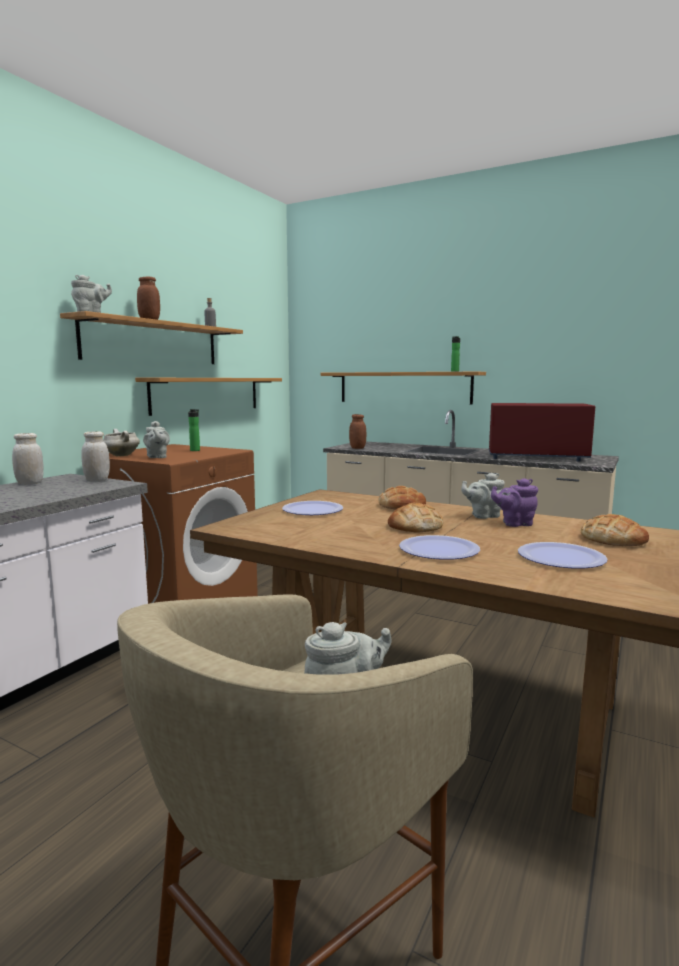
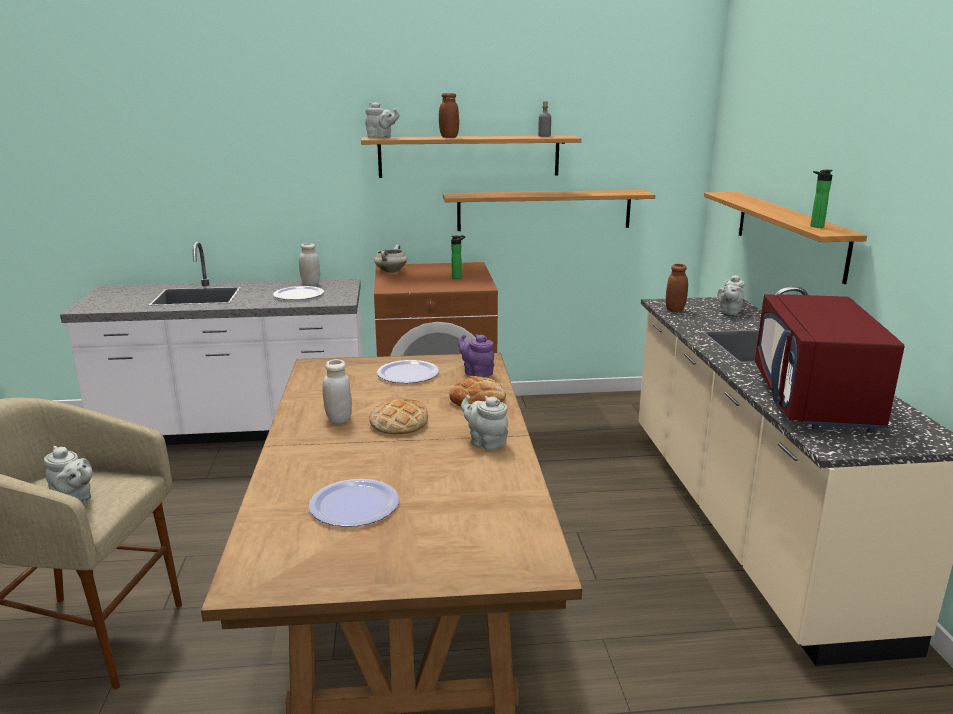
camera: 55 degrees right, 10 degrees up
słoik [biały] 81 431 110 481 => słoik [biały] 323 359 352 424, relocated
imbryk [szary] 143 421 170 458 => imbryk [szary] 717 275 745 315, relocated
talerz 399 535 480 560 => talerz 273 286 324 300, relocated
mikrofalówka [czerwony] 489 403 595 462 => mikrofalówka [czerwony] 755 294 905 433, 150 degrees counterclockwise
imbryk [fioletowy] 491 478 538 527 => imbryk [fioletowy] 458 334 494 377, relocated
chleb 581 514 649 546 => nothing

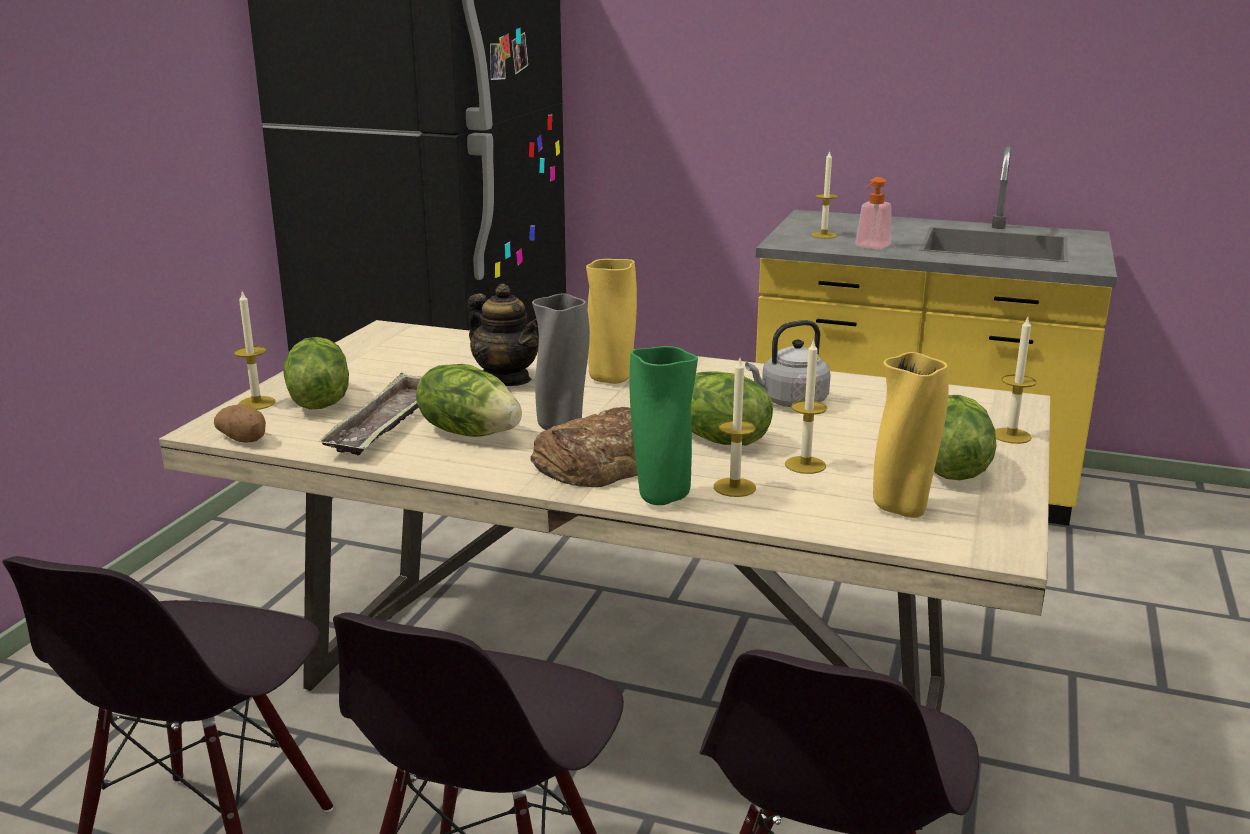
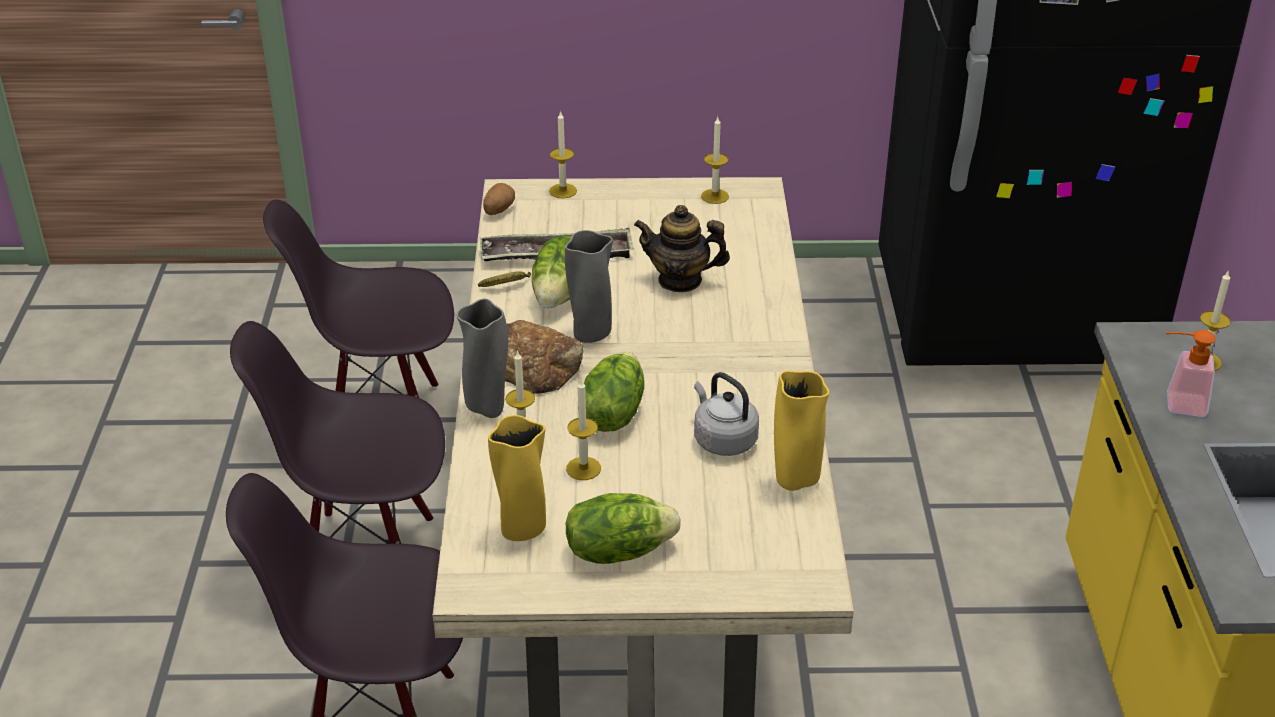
camera: 70 degrees right, 15 degrees up
sałata 283 337 349 409 => nothing
imbryk 468 284 539 386 => imbryk 634 205 730 292, 75 degrees clockwise
wazon [żółty] 586 259 637 384 => wazon [żółty] 774 371 829 491, relocated
wazon [zielony] 630 346 698 505 => wazon [szary] 456 298 508 418
świeca 995 318 1037 444 => świeca 701 117 729 204, relocated
nothing => banan 478 271 531 287

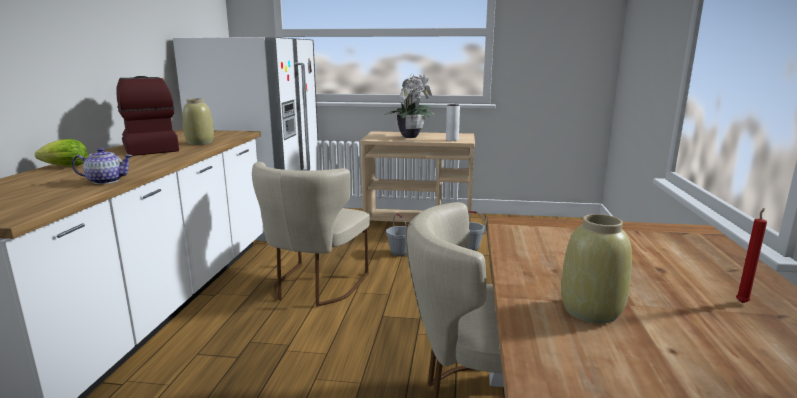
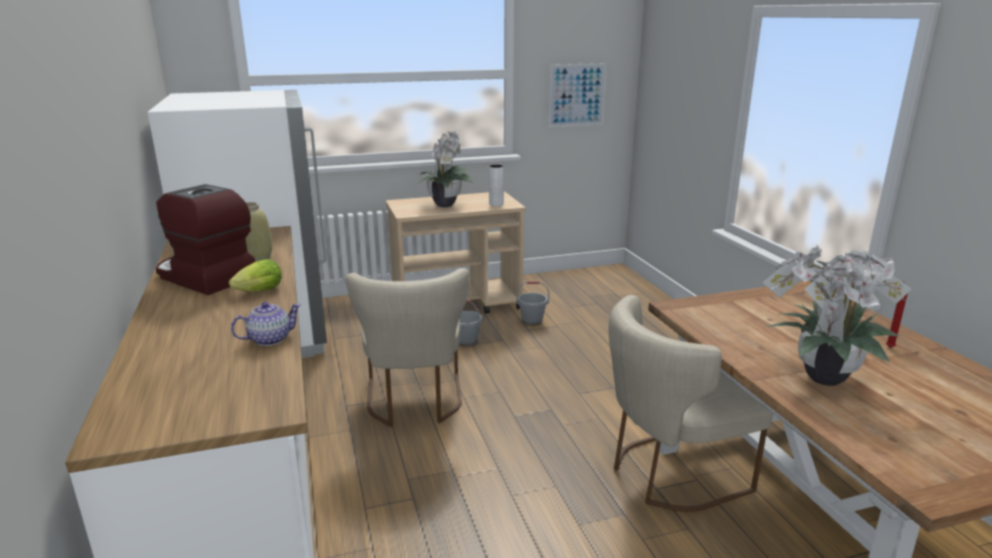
camera: 25 degrees left, 5 degrees up
sałata 35 139 88 166 => sałata 229 259 282 291, relocated
wazon [beżowy] 561 214 632 324 => roślina doniczkowa 762 245 911 386
nothing => obraz 548 63 607 127

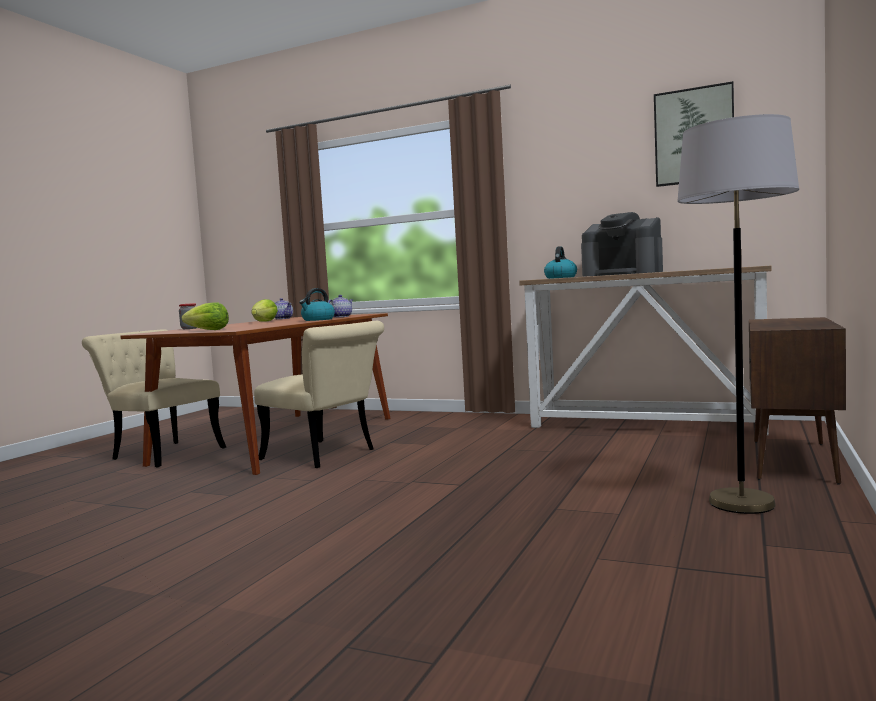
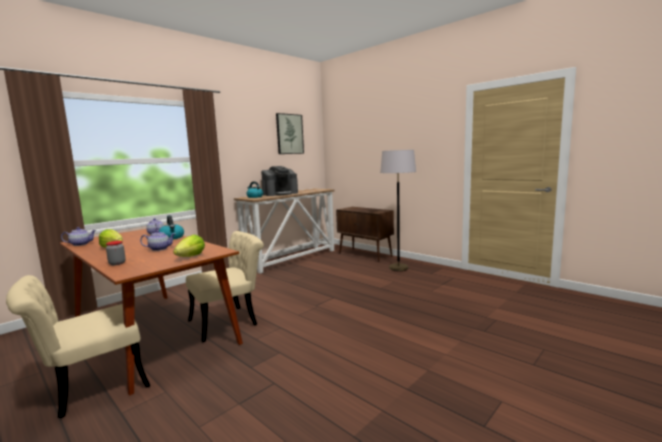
camera: 70 degrees left, 5 degrees up
nothing => imbryk 140 230 175 251

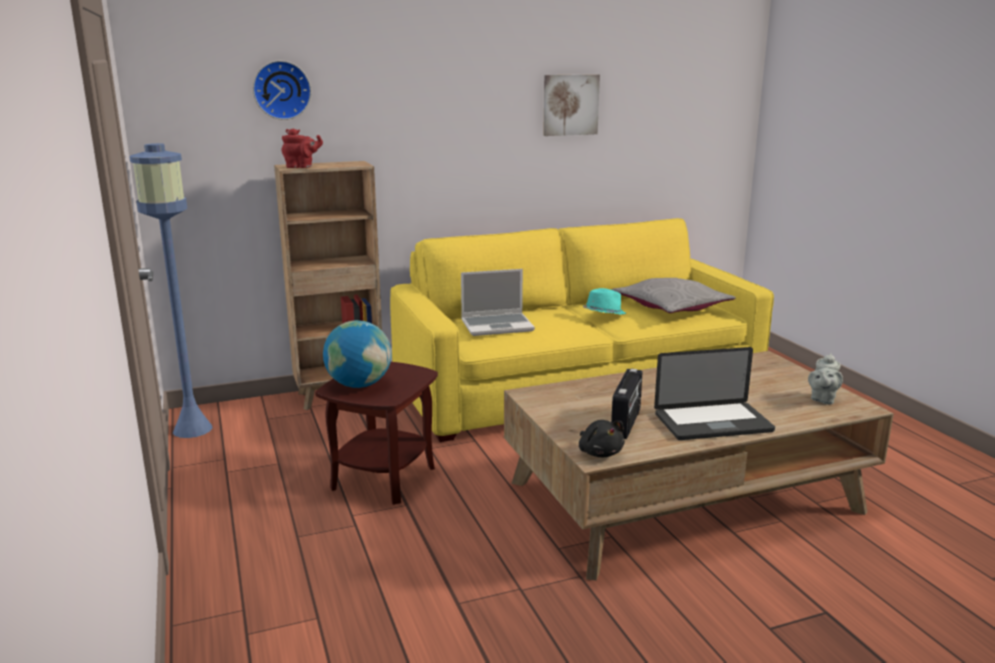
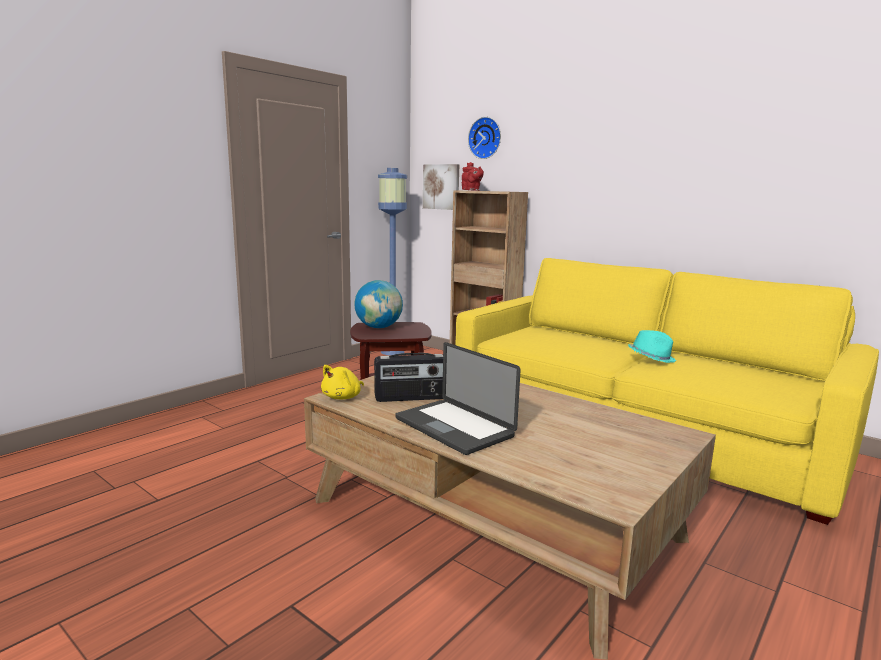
camera: 60 degrees right, 5 degrees down
laptop 461 269 535 336 => nothing
obraz 543 74 600 136 => obraz 423 164 459 210, relocated
pluszak [czarny] 579 420 625 457 => pluszak [żółty] 321 365 364 399
poduszka [szary] 611 278 736 313 => nothing
imbryk [szary] 808 353 843 404 => nothing

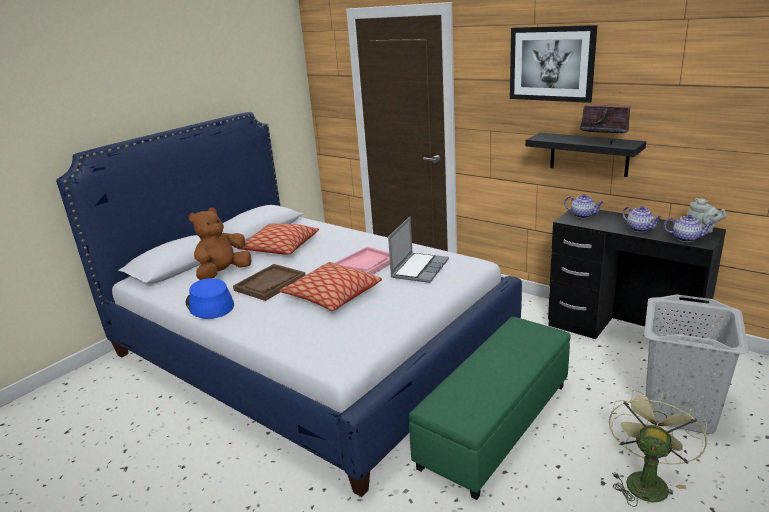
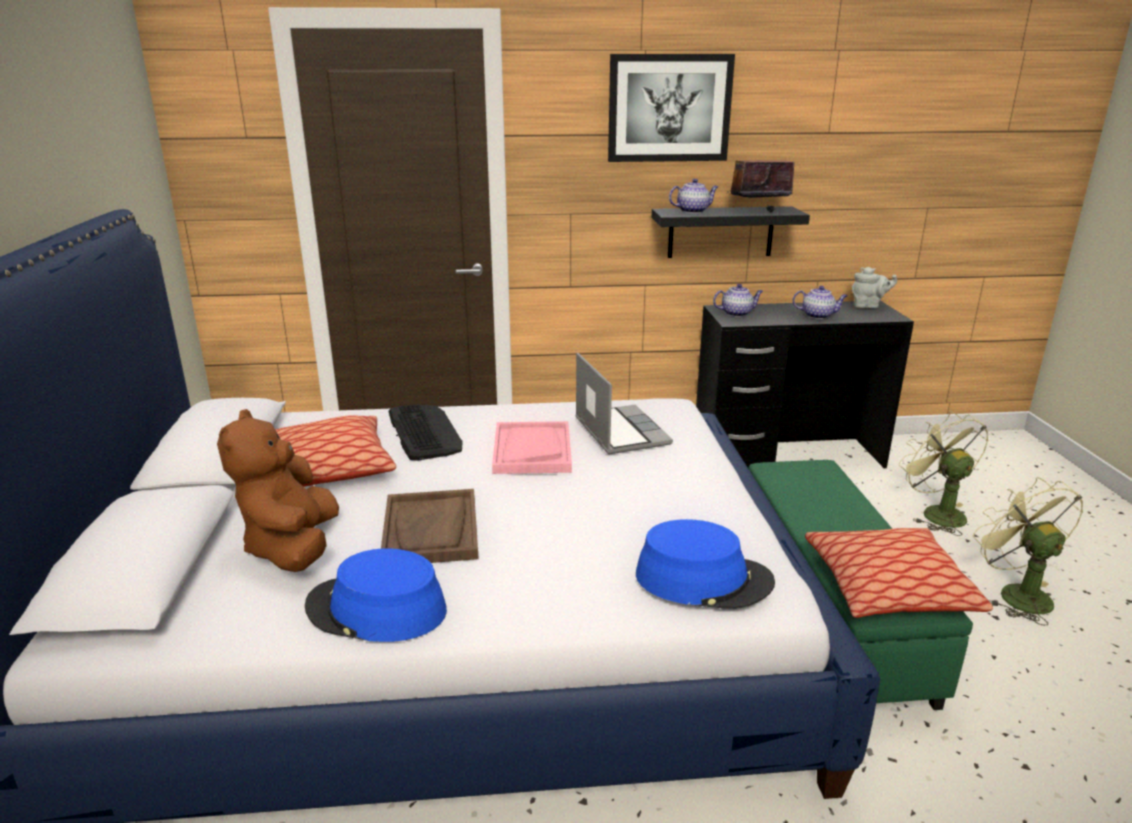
camera: 45 degrees left, 0 degrees up
poduszka 280 262 382 311 => poduszka 805 528 993 618, relocated
kosz na pranie [szary] 644 295 749 434 => wentylator [zielony] 899 411 988 536
imbryk 664 215 714 242 => imbryk 669 179 718 213, relocated
nothing => klawiatura 389 404 463 461
nothing => kapelusz [niebieski] 636 519 775 609

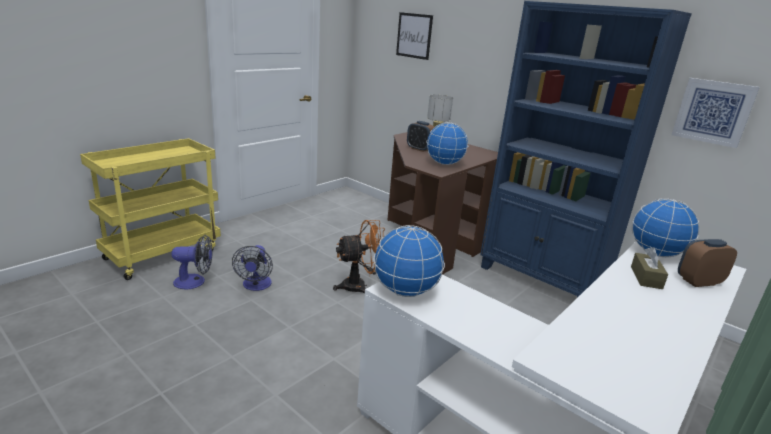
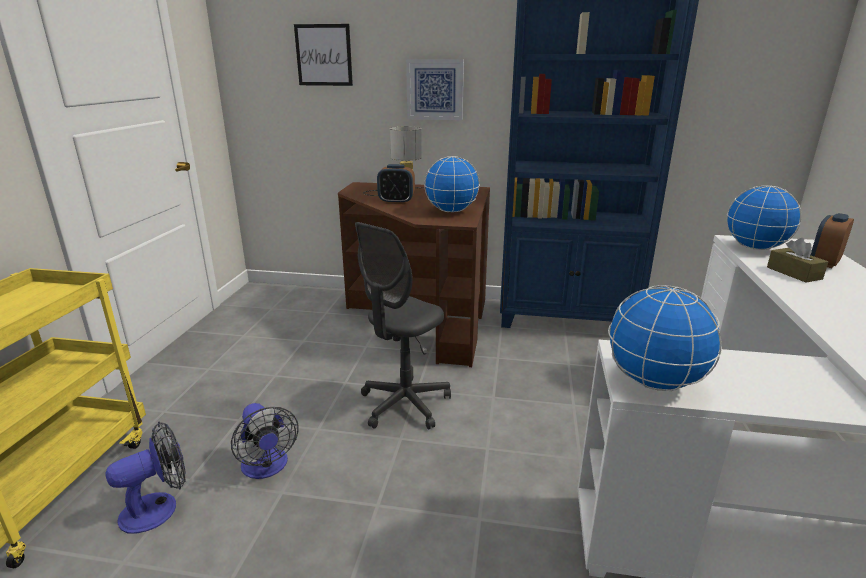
camera: 30 degrees left, 0 degrees up
wentylator [pomarańczowy] 333 220 385 293 => krzesło biurowe [szary] 355 222 451 429
obraz 671 78 760 148 => obraz 406 59 464 120, relocated

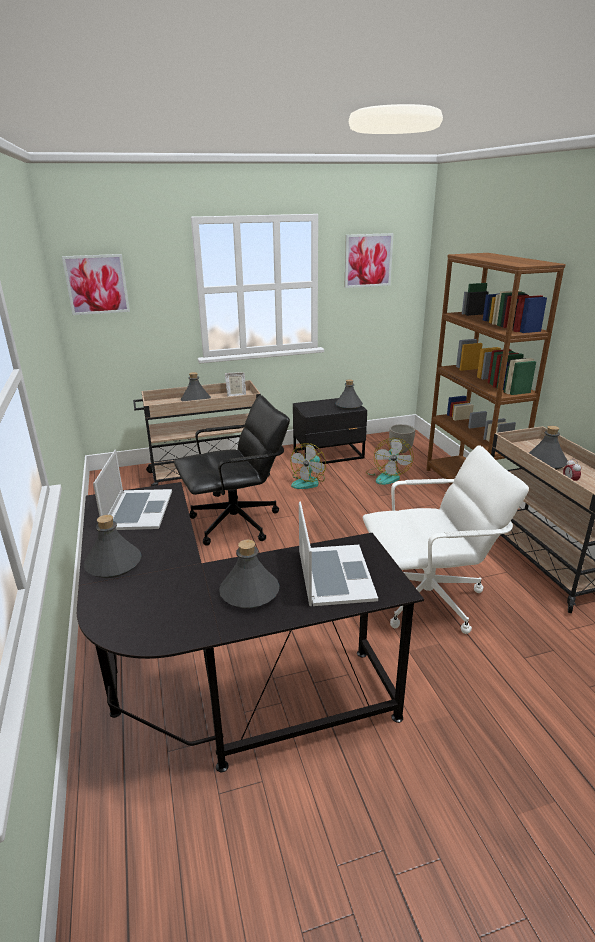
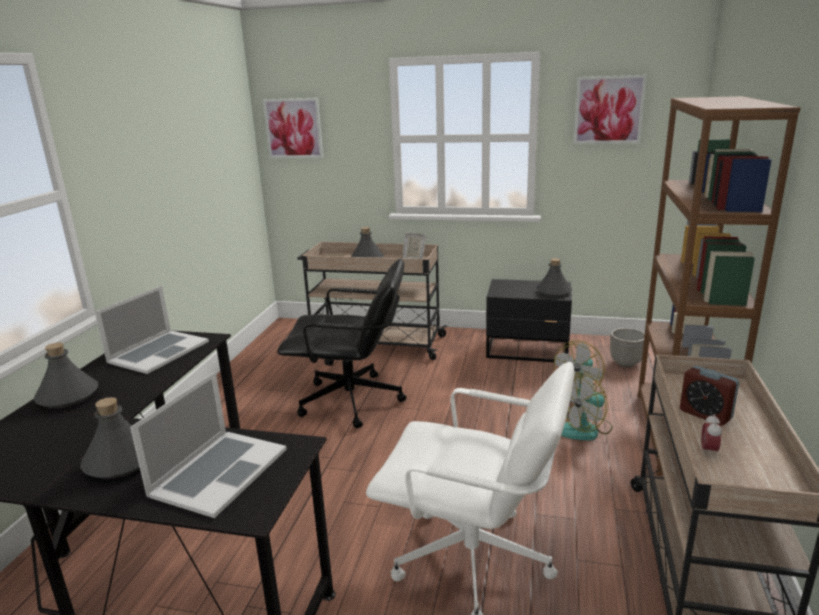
camera: 30 degrees right, 5 degrees down
wentylator 291 443 326 489 => wentylator 561 373 613 440, relocated
butelka [szary] 529 426 568 470 => budzik 680 366 739 426

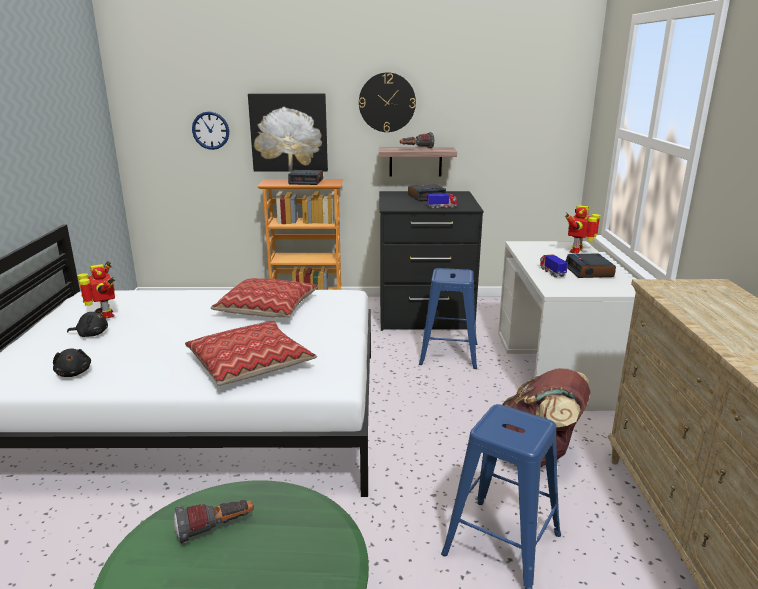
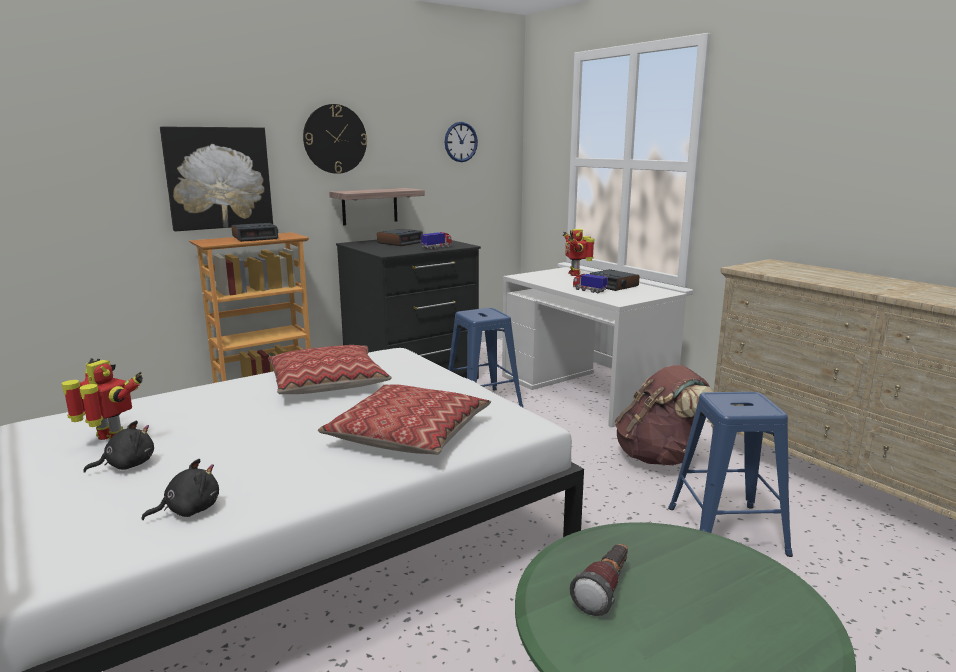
camera: 35 degrees left, 5 degrees down
pluszak [czarny] 53 348 91 377 => pluszak [czarny] 142 459 219 520, 60 degrees counterclockwise
zegar ścienny 192 112 229 150 => zegar ścienny 445 122 478 162, relocated
latarka 400 132 434 149 => nothing

